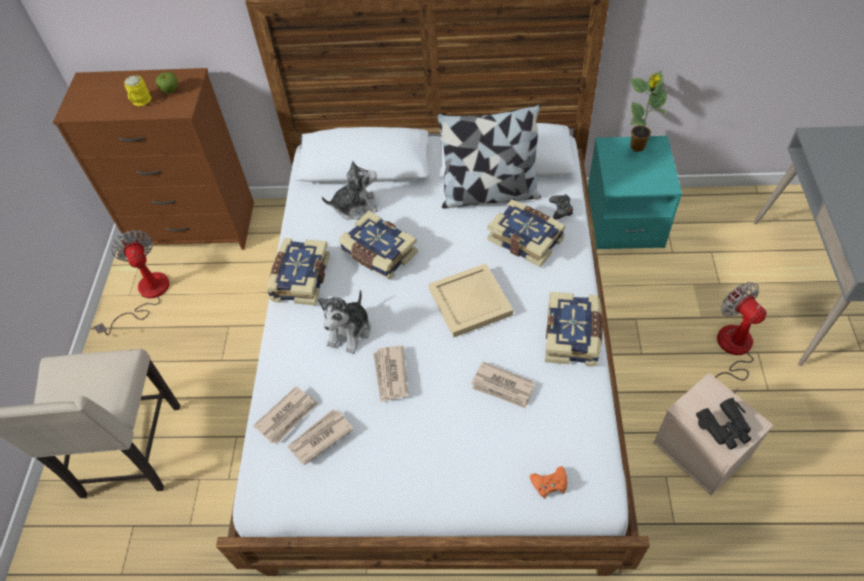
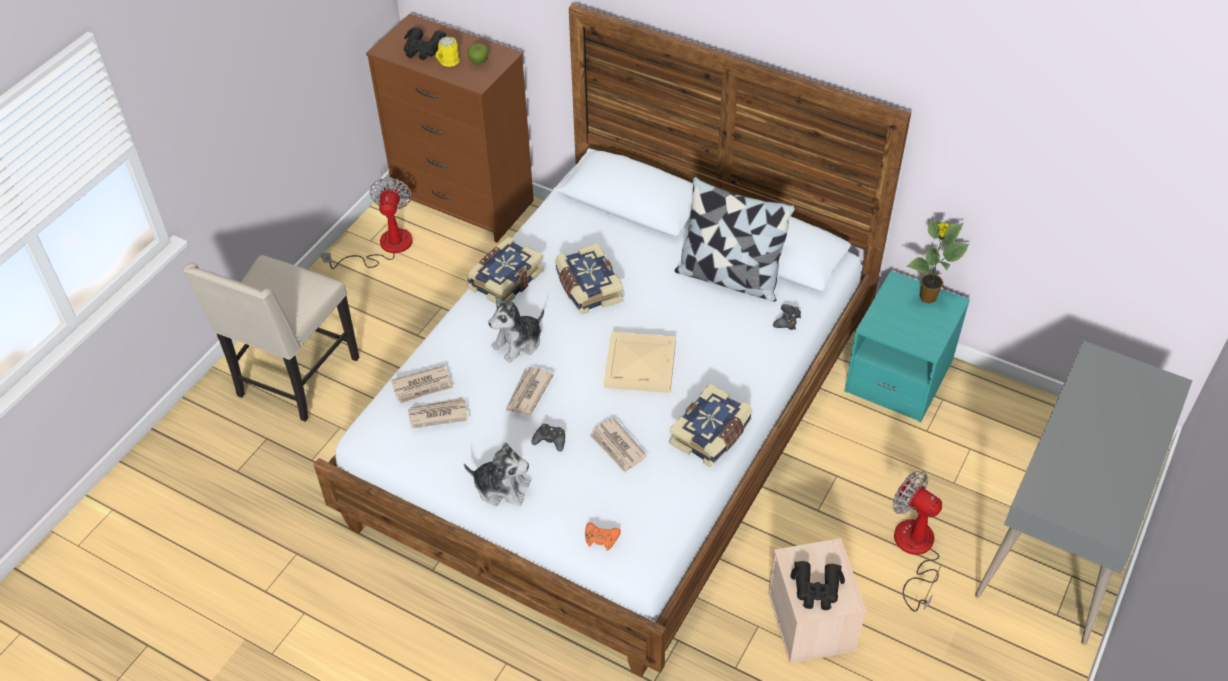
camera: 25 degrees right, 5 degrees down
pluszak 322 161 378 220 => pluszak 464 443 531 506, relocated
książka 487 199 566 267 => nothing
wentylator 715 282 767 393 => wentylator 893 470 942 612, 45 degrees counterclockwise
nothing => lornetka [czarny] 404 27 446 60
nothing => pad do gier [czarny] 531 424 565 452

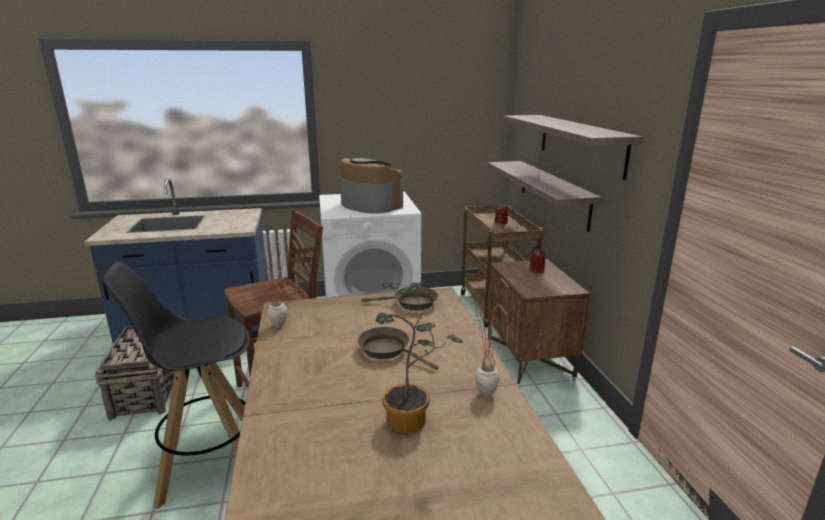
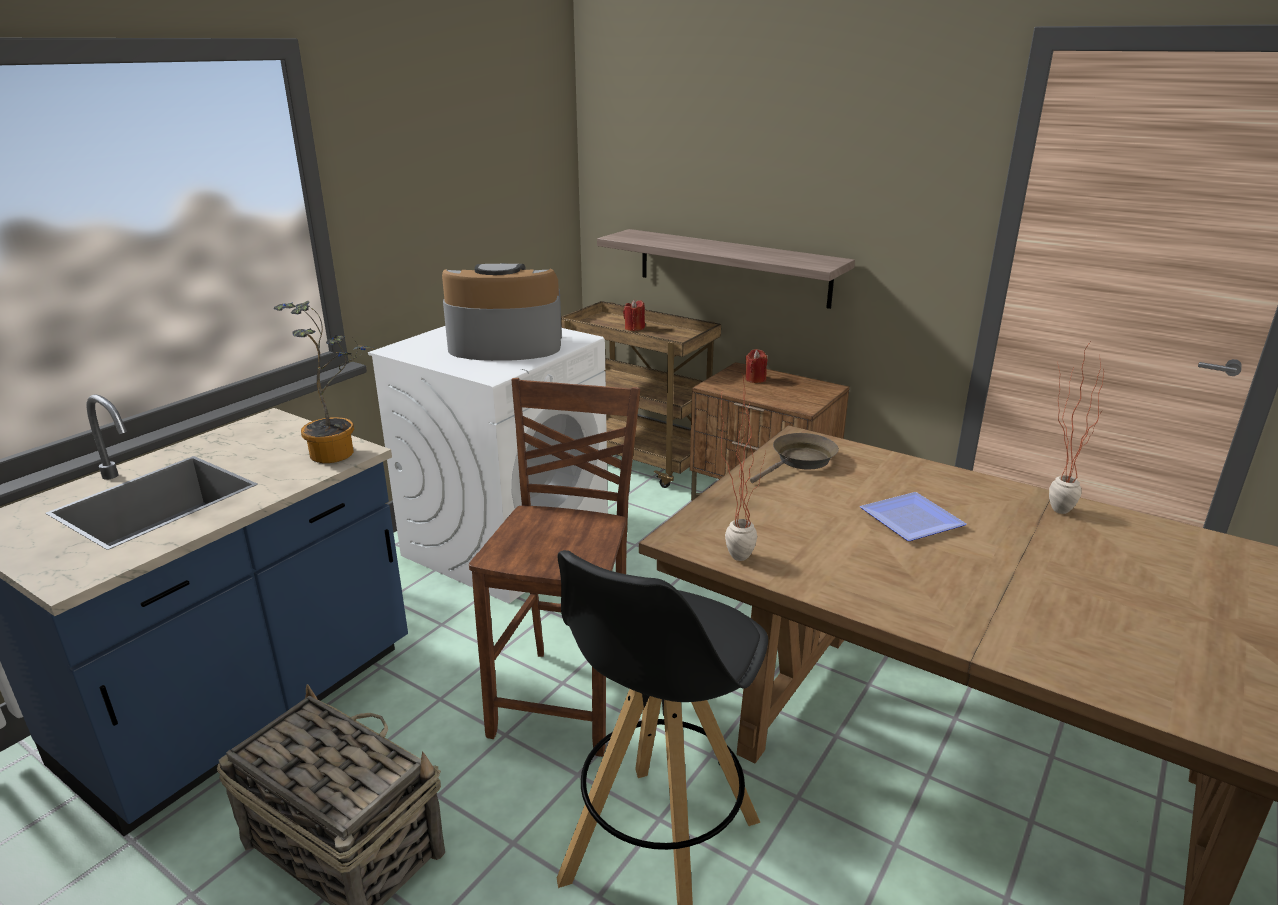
camera: 45 degrees left, 5 degrees up
patelnia [brązowy] 357 327 439 370 => talerz 860 492 967 541
roślina doniczkowa 376 282 463 433 => roślina doniczkowa 274 301 373 463, relocated
półka 503 115 643 180 => nothing

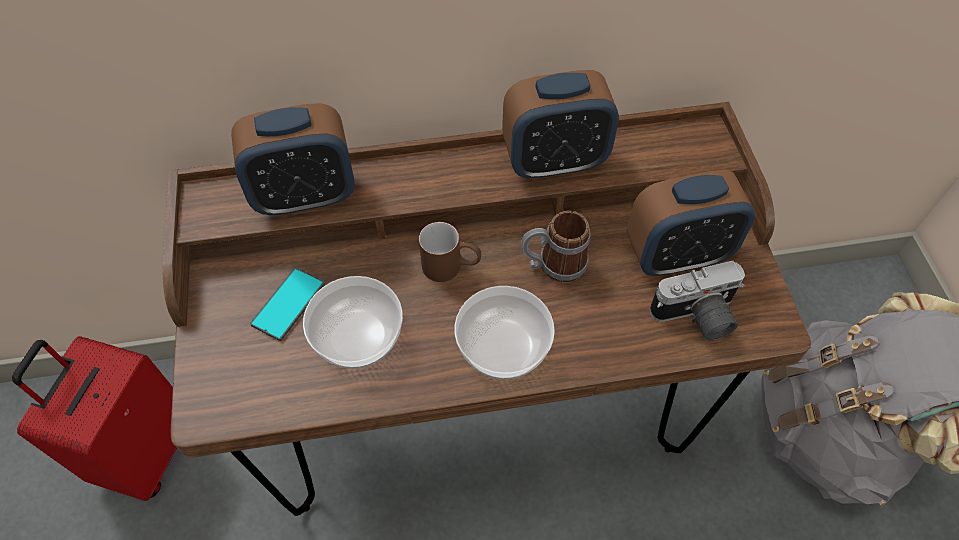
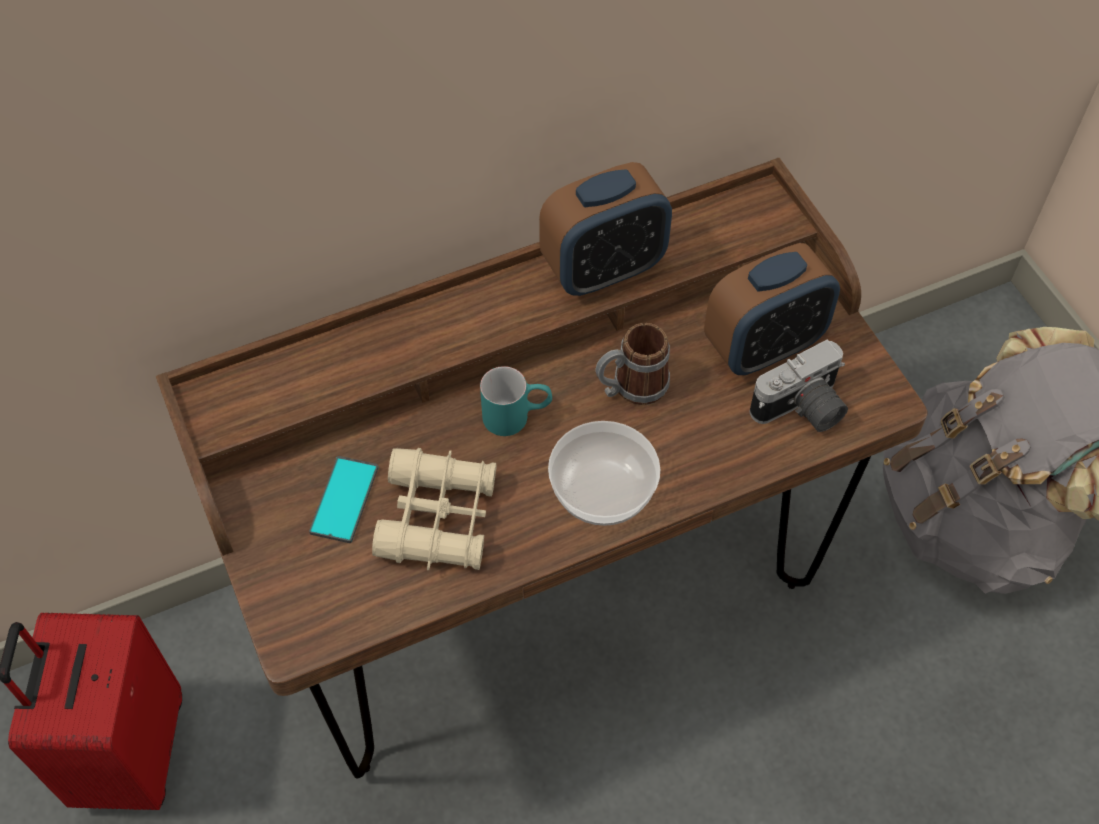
camera: 15 degrees left, 0 degrees up
budzik 231 103 355 216 => nothing
miska 303 276 403 369 => lornetka [beżowy] 372 448 496 570
kubek [brązowy] 419 222 481 282 => kubek [turkusowy] 480 366 552 436

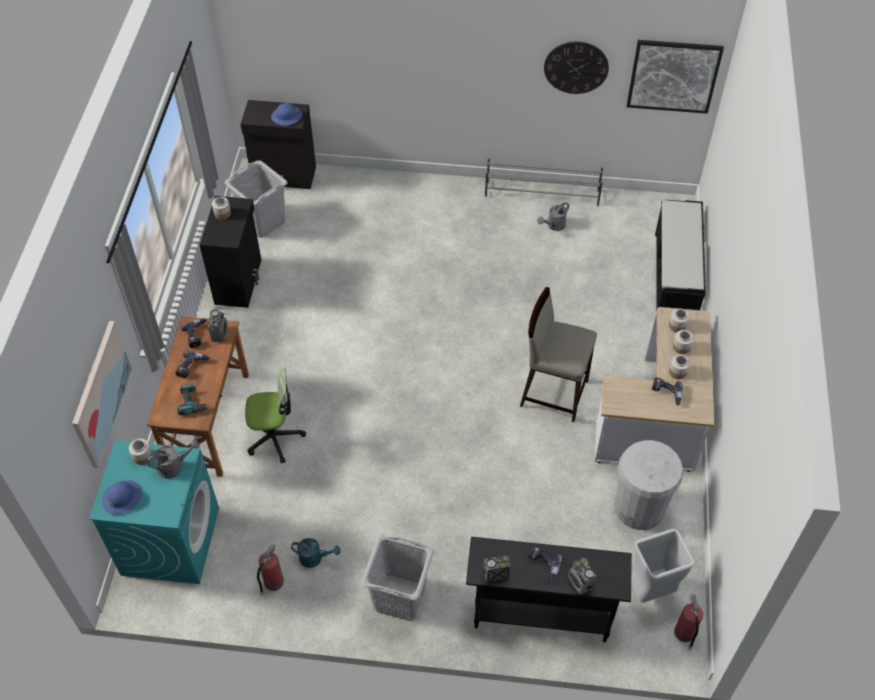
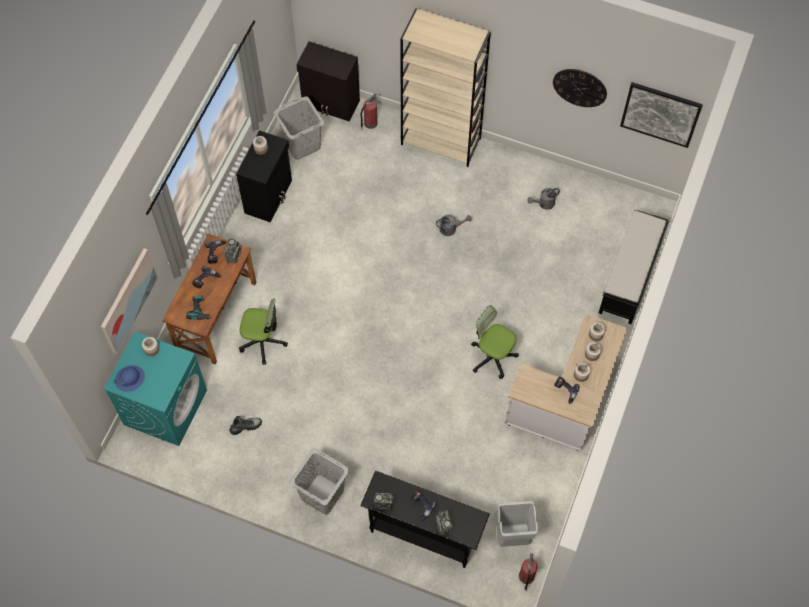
camera: 15 degrees right, 10 degrees up
konewka [szary] 147 440 200 478 => konewka [szary] 436 215 471 236, relocated
gaśnica 257 543 284 596 => gaśnica 360 94 378 130, relocated
kask [niebieski] 271 103 302 126 => nothing
konewka [turkusowy] 291 538 340 568 => nothing
regał na buty [szary] 485 157 603 206 => nothing
stołek [beżowy] 520 287 597 422 => krzesło biurowe 471 305 519 379
kosz na śmieci [biały] 614 440 683 530 => nothing
nothing => but z cholewką 229 416 262 435
nothing => regał [beżowy] 400 8 491 167

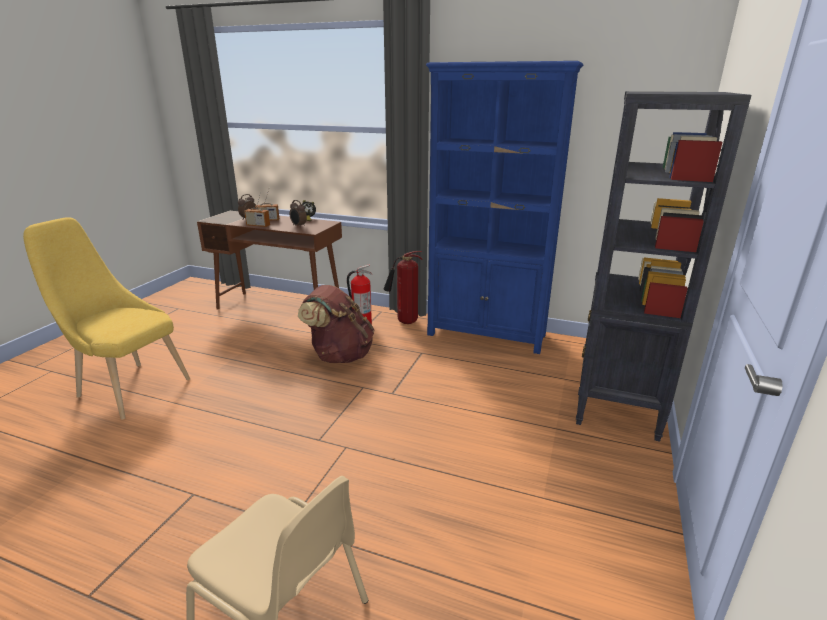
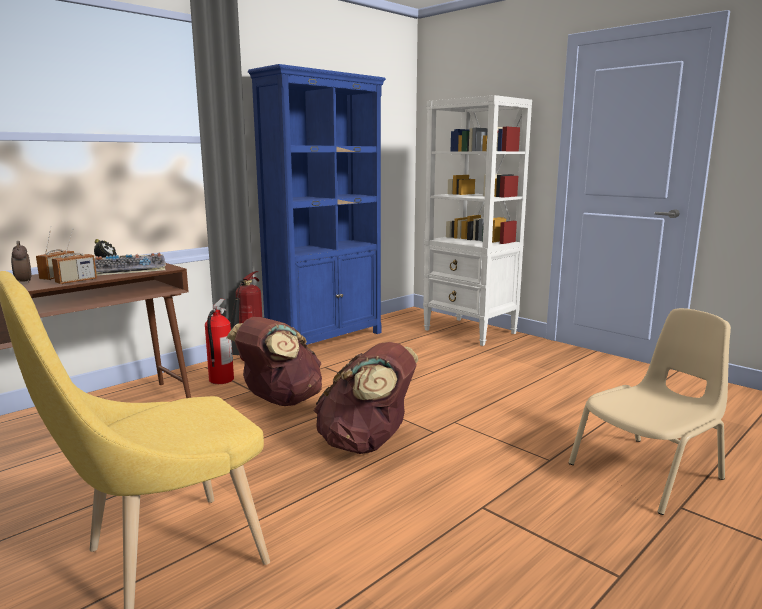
camera: 65 degrees left, 10 degrees down
budzik 290 200 307 228 => klawiatura 95 253 166 276
regał [czarny] 576 91 751 442 => regał [biały] 423 95 532 346
nothing => plecak [brązowy] 314 342 418 454

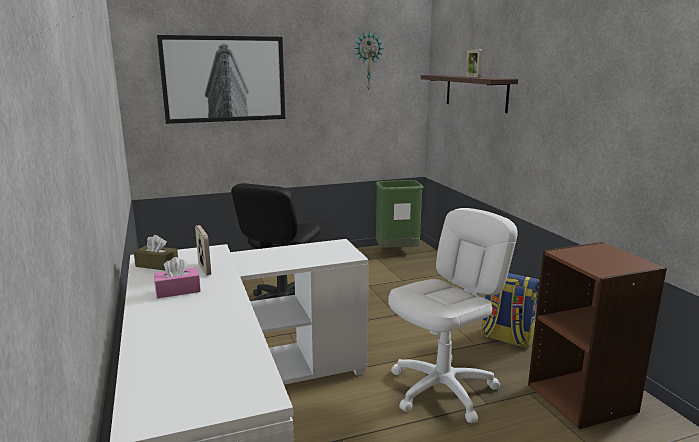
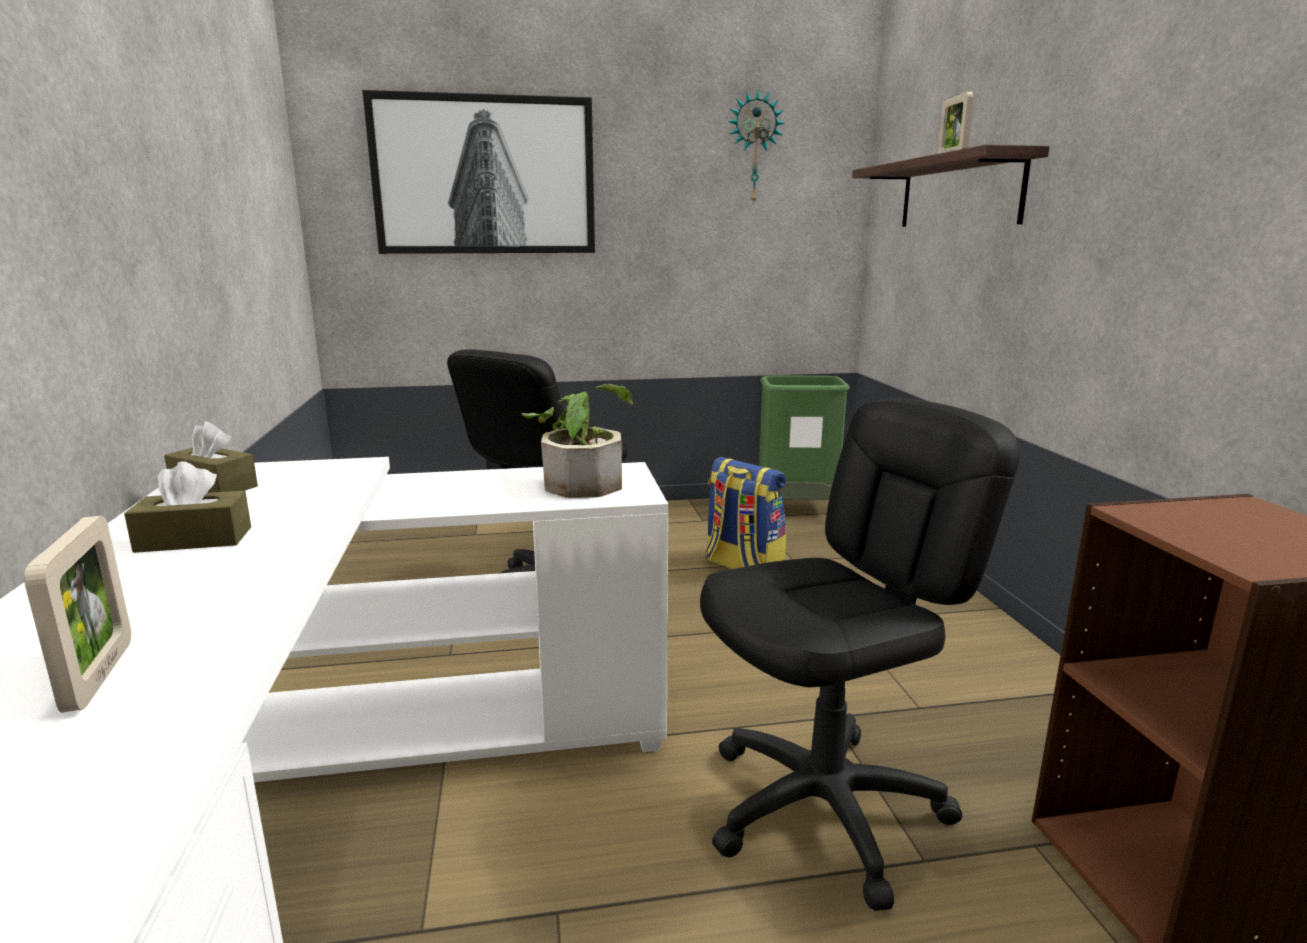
camera: 10 degrees right, 0 degrees up
pudełko chusteczek [różowy] 154 257 201 298 => pudełko chusteczek [brązowy] 124 461 251 553
ramka na zdjęcie 195 225 211 275 => ramka na zdjęcie 24 516 131 713, relocated
krzesło biurowe [biały] 388 208 518 423 => krzesło biurowe [czarny] 700 398 1020 911
plecak 480 273 540 349 => plecak 705 457 786 569, relocated
nothing => roślina doniczkowa 521 384 633 498

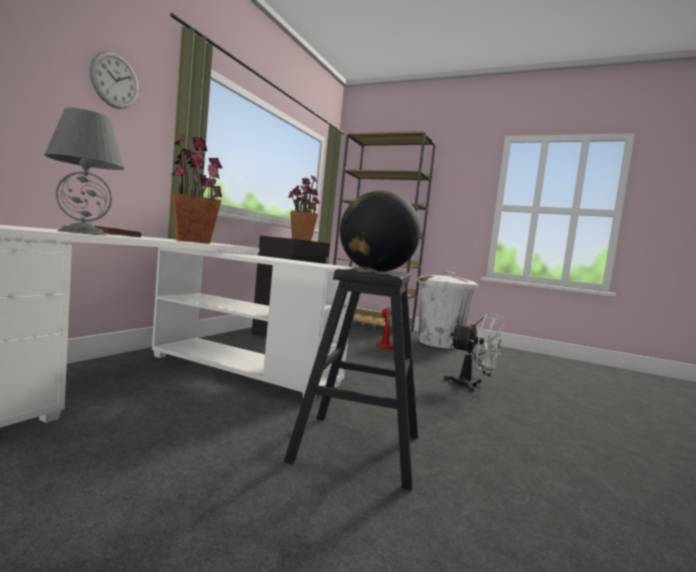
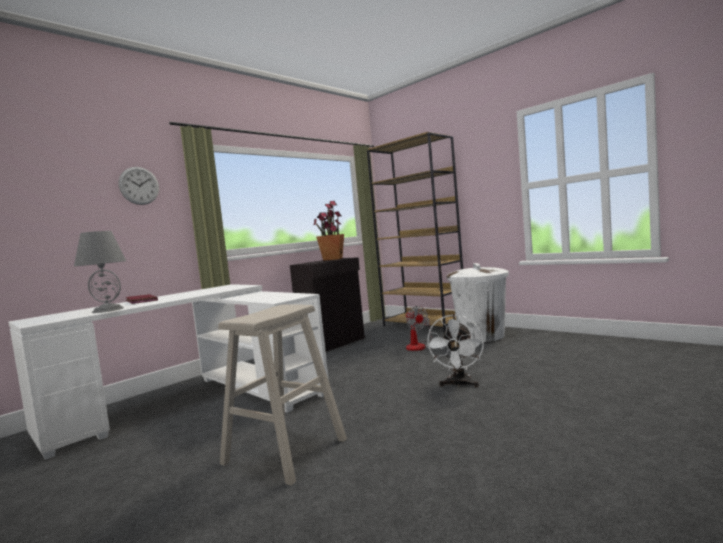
camera: 20 degrees right, 0 degrees up
roślina doniczkowa 171 135 223 244 => nothing
stołek [czarny] 284 267 418 491 => stołek [beżowy] 218 305 347 486
globus 340 191 421 272 => nothing
wentylator [biały] 443 313 504 392 => wentylator [biały] 426 314 484 388, 60 degrees clockwise

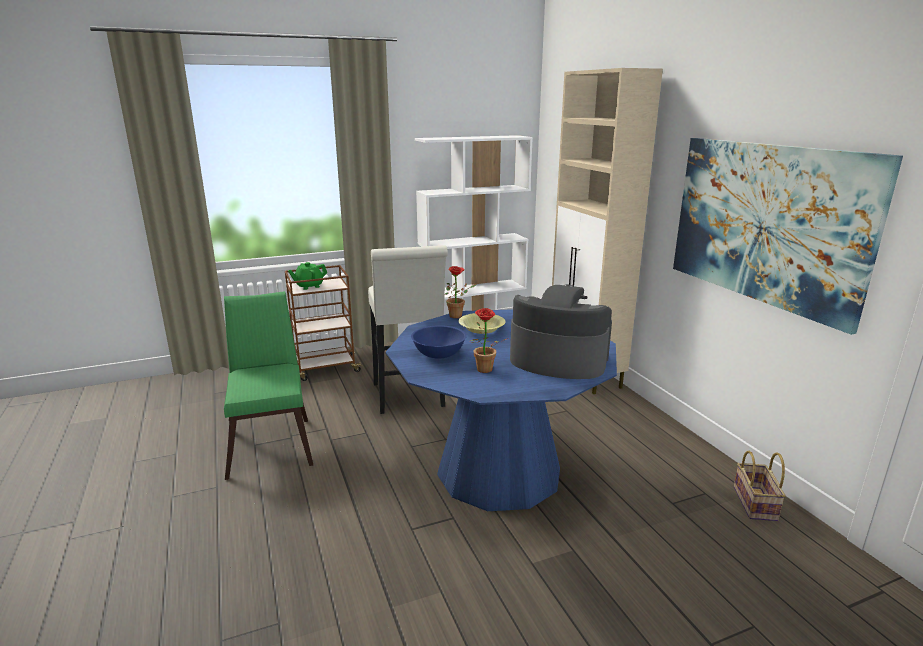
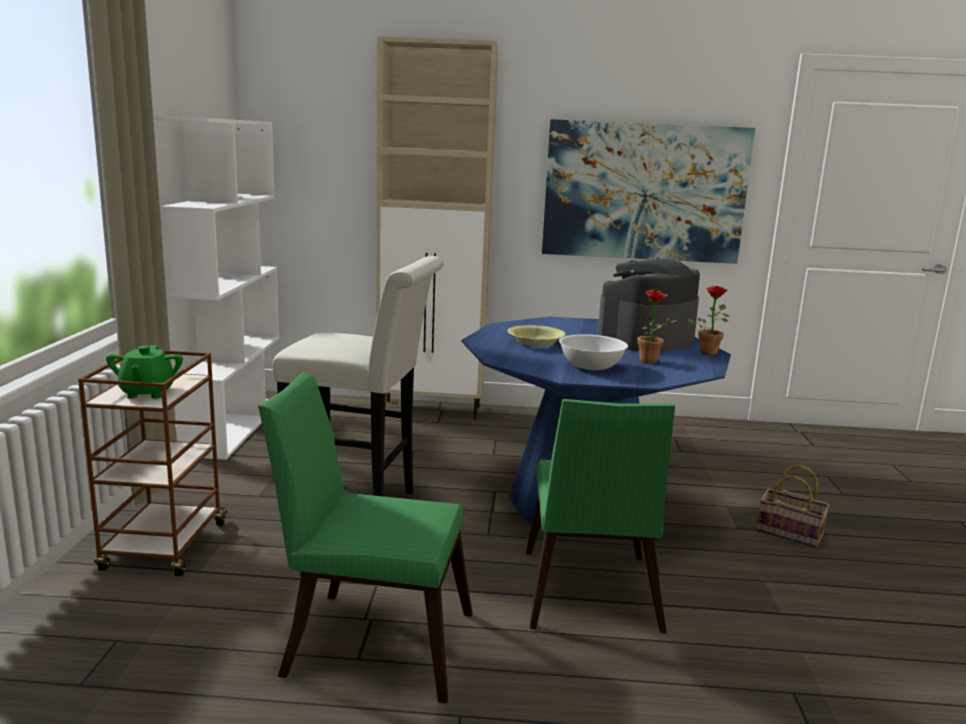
camera: 65 degrees left, 5 degrees down
miska [niebieski] 411 325 467 358 => miska [biały] 559 334 628 370
roślina doniczkowa 445 266 477 318 => roślina doniczkowa 687 286 729 356, relocated
koszyk 734 451 786 521 => koszyk 756 465 830 548, relocated
nothing => krzesło [zielony] 526 399 675 633

